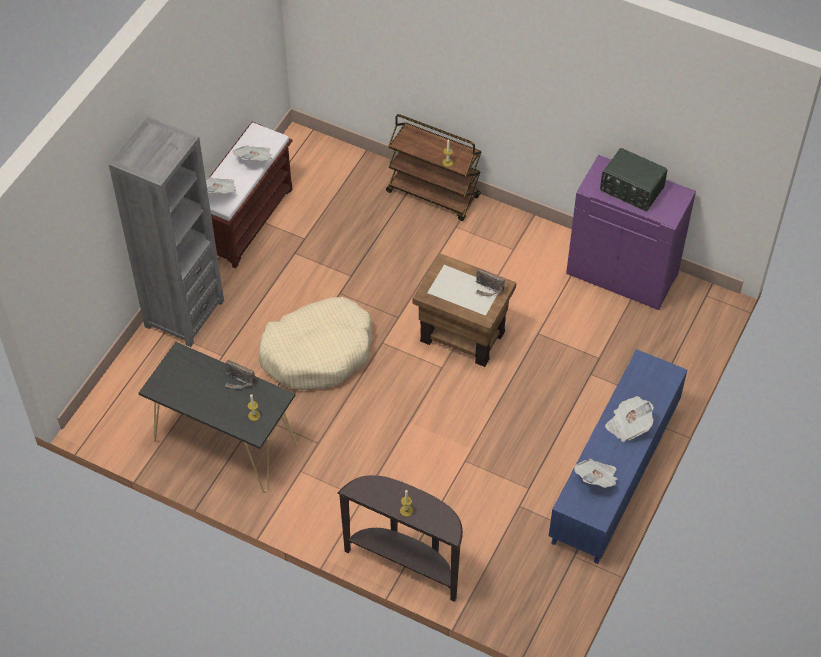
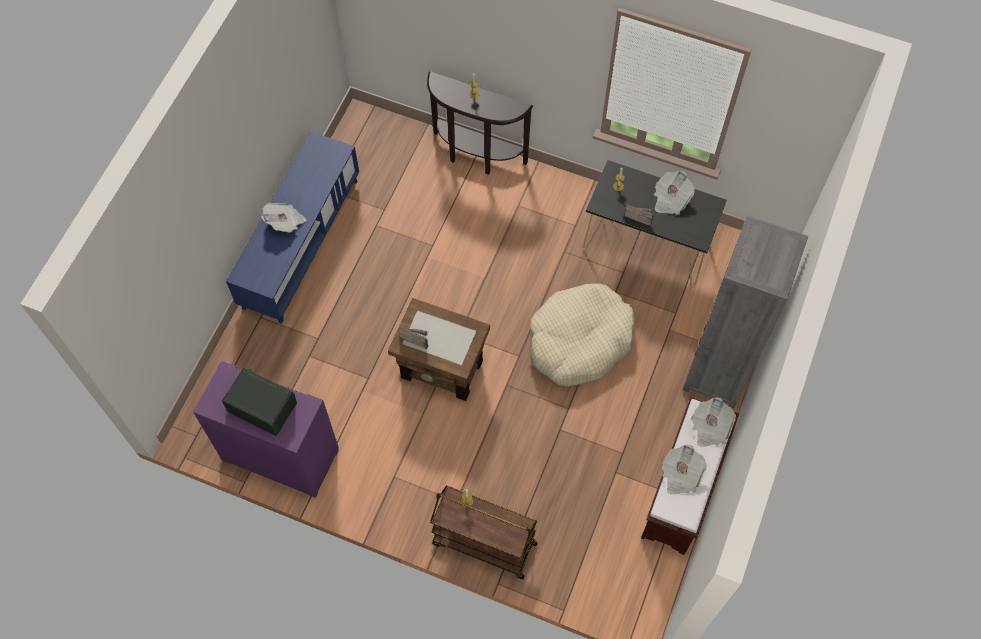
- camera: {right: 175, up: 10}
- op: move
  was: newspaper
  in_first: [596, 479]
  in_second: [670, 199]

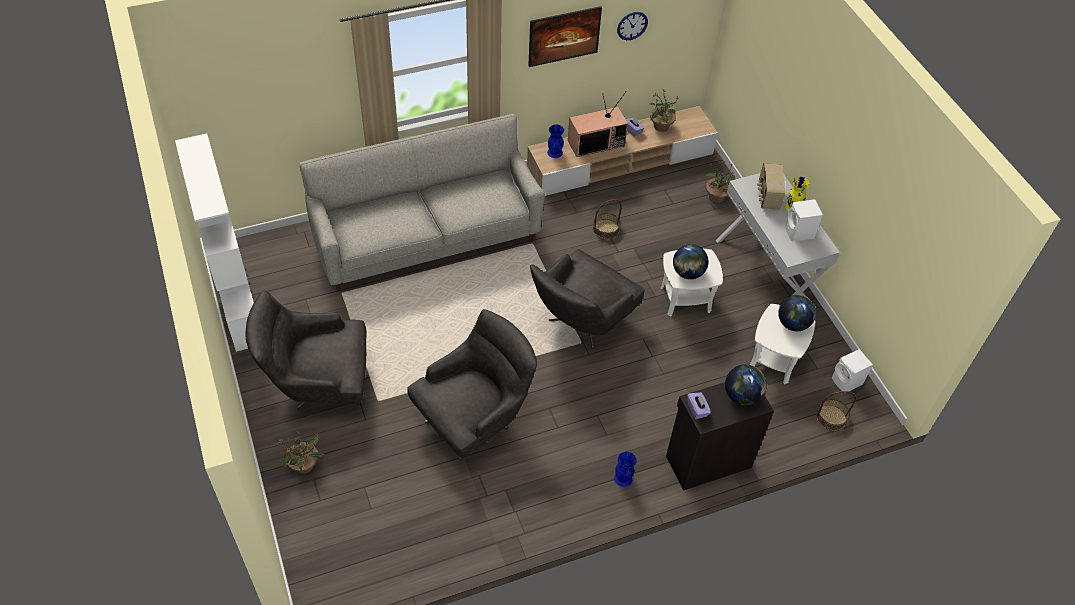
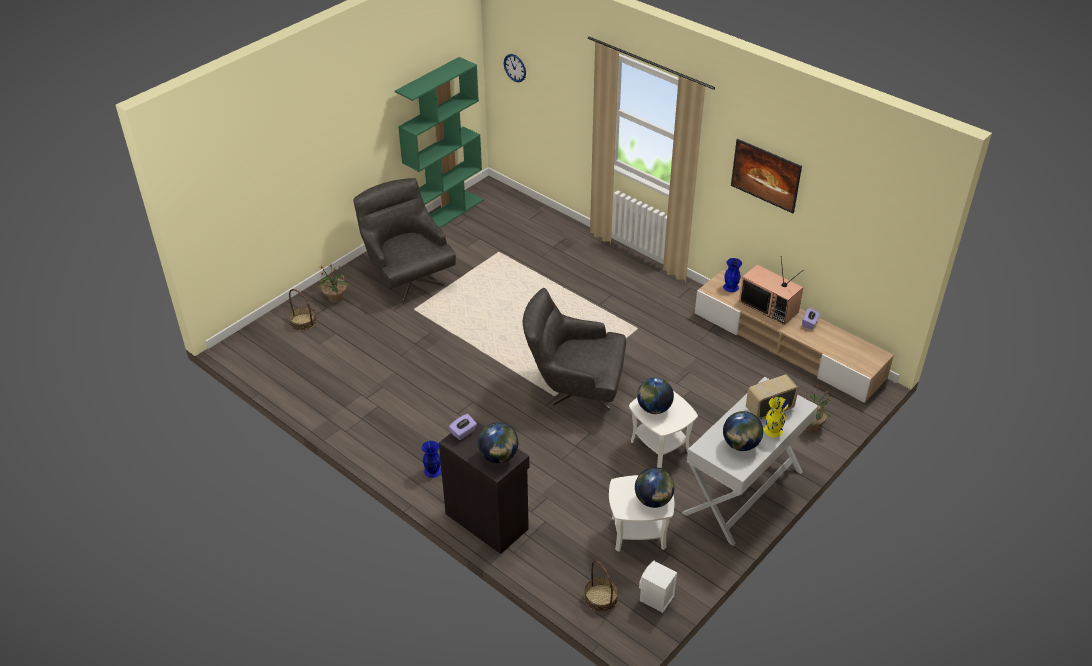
- camera: {right: 65, up: -10}
- op: delete
  was: grey settee
  in_first: [427, 238]
- op: delete
  was: grey lounge chair
  in_first: [474, 419]
- op: delete
  was: plant in a pot
  in_first: [660, 126]
- op: move
  was: basket
  in_first: [606, 229]
  in_second: [303, 322]
- op: move
  was: wall clock
  in_first: [632, 25]
  in_second: [515, 68]
- op: replace
  was: white-coloured loudspeaker
  now: globe
  in_first: [799, 233]
  in_second: [740, 444]
- op: recolor
  was: white-coloured bookcase
  now: greenish bookcase
  in_first: [239, 308]
  in_second: [446, 213]

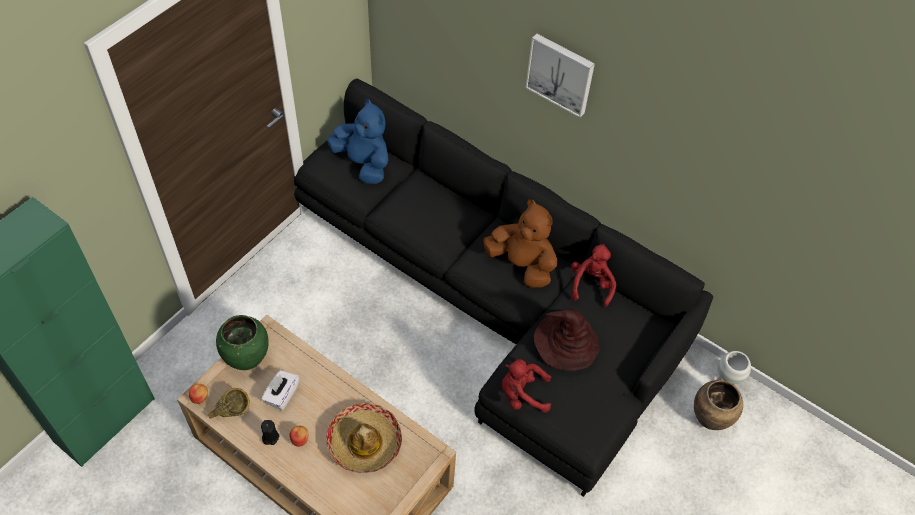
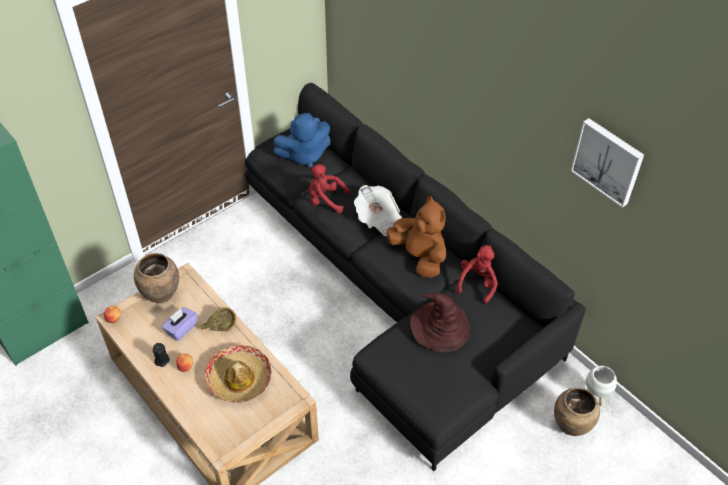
- camera: {right: 15, up: -5}
- op: insert
  now: newspaper
  in_second: [378, 219]
- op: move
  was: brown deep dish
  in_first: [230, 411]
  in_second: [219, 327]
- op: move
  was: reddish cuddly toy
  in_first: [522, 394]
  in_second: [326, 200]
- op: move
  was: wall art
  in_first: [561, 74]
  in_second: [608, 161]
- op: recolor
  was: greenish vase
  now: brown vase
  in_first: [246, 359]
  in_second: [161, 295]
- op: recolor
  was: white-coloured box of tissues
  now: purple box of tissues
  in_first: [282, 395]
  in_second: [181, 329]
- op: rotate
  was: blue cuddly toy
  in_first: [363, 164]
  in_second: [305, 155]
  clockwise: 105

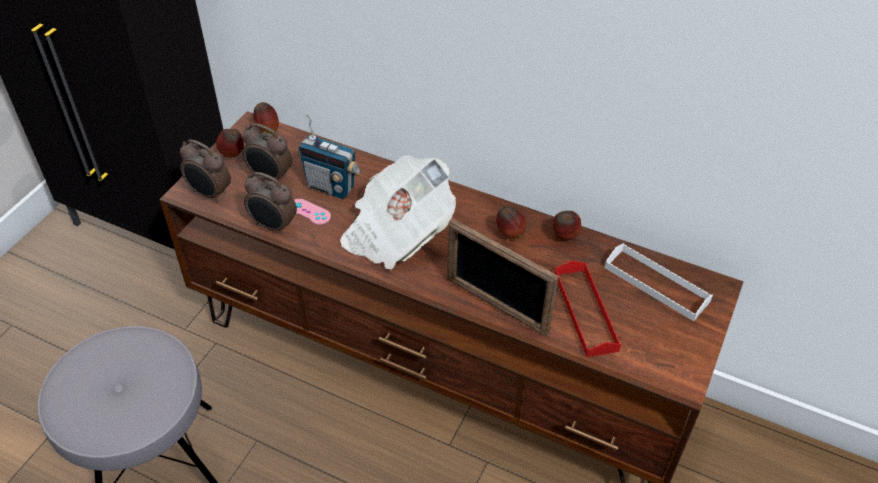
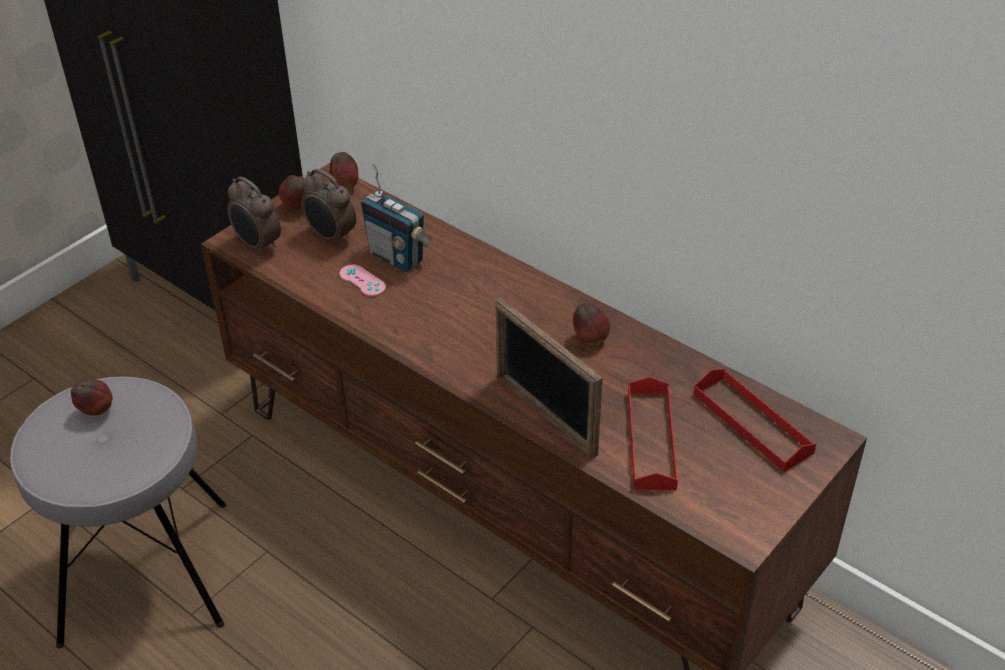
- camera: {right: 15, up: -5}
- op: delete
  was: table clock
  in_first: [273, 226]
- op: delete
  was: newspaper
  in_first: [397, 232]
- op: move
  was: apple fruit
  in_first: [564, 237]
  in_second: [96, 411]
- op: recolor
  was: white-coloured tray
  now: reddish tray
  in_first: [656, 284]
  in_second: [752, 423]

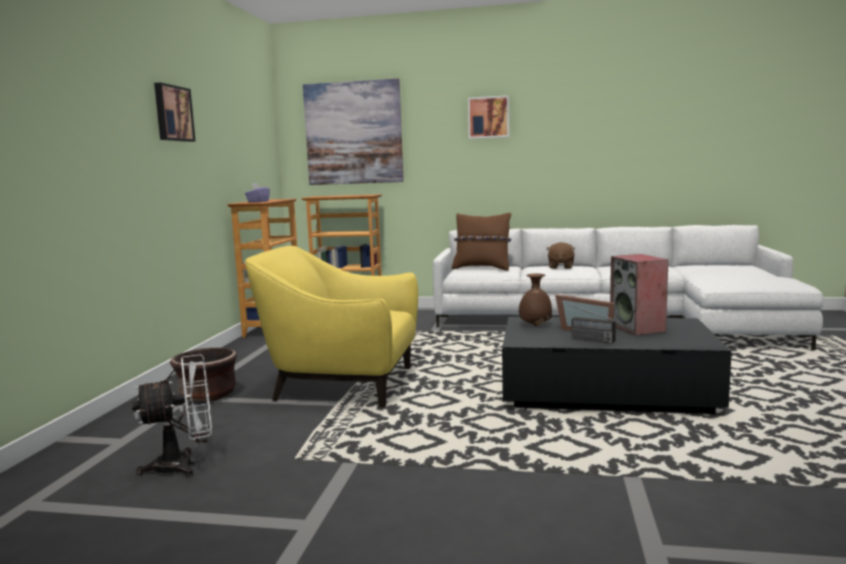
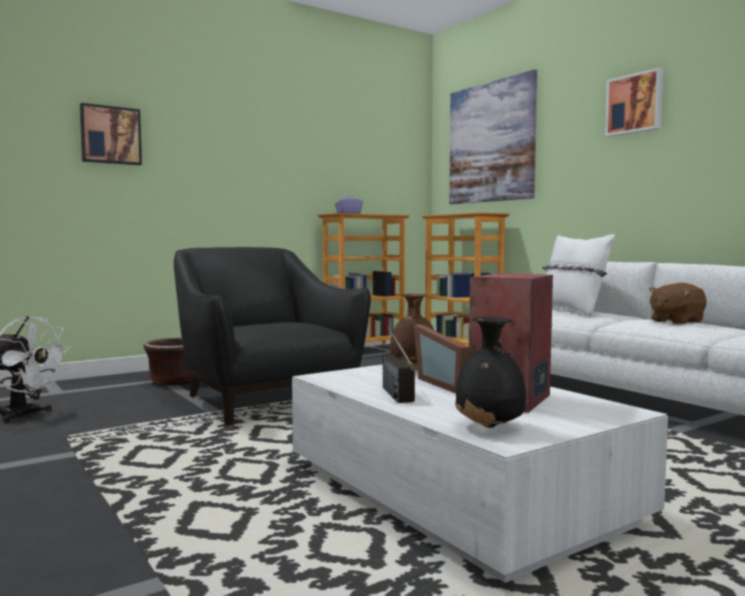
- camera: {right: 45, up: -5}
- op: insert
  now: black vase
  in_second: [490, 427]
- op: move
  was: wall art
  in_first: [172, 113]
  in_second: [110, 135]
- op: recolor
  was: yellow-coloured lounge chair
  now: black lounge chair
  in_first: [342, 384]
  in_second: [265, 401]
- op: recolor
  was: brown pillow
  now: white-coloured pillow
  in_first: [482, 268]
  in_second: [572, 311]
- op: recolor
  was: black lounge table
  now: white-coloured lounge table
  in_first: [606, 392]
  in_second: [456, 494]

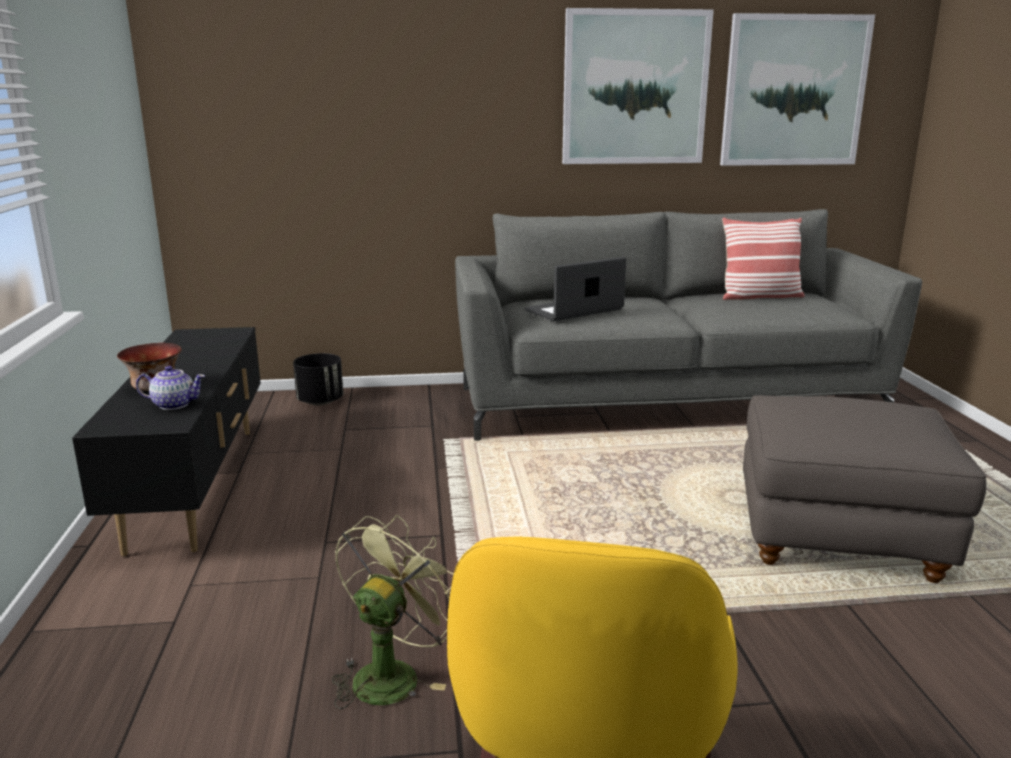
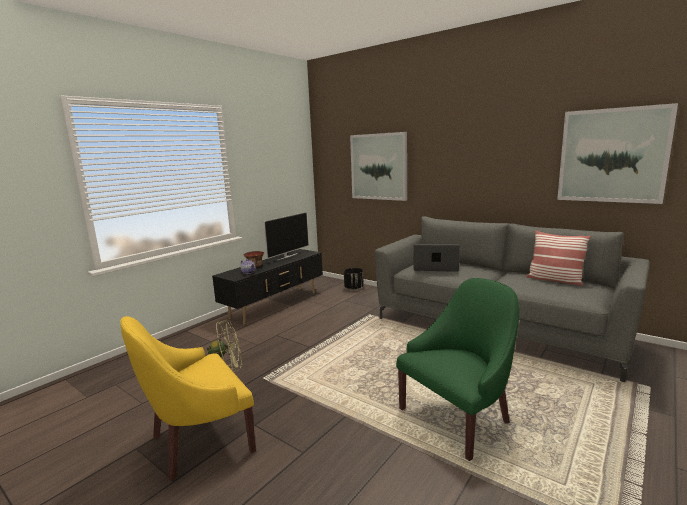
- camera: {right: 45, up: -5}
- op: insert
  now: TV set
  in_second: [287, 256]
- op: move
  was: wall art
  in_first: [635, 88]
  in_second: [378, 166]
- op: replace
  was: grey footrest
  now: greenish lounge chair
  in_first: [839, 537]
  in_second: [458, 417]

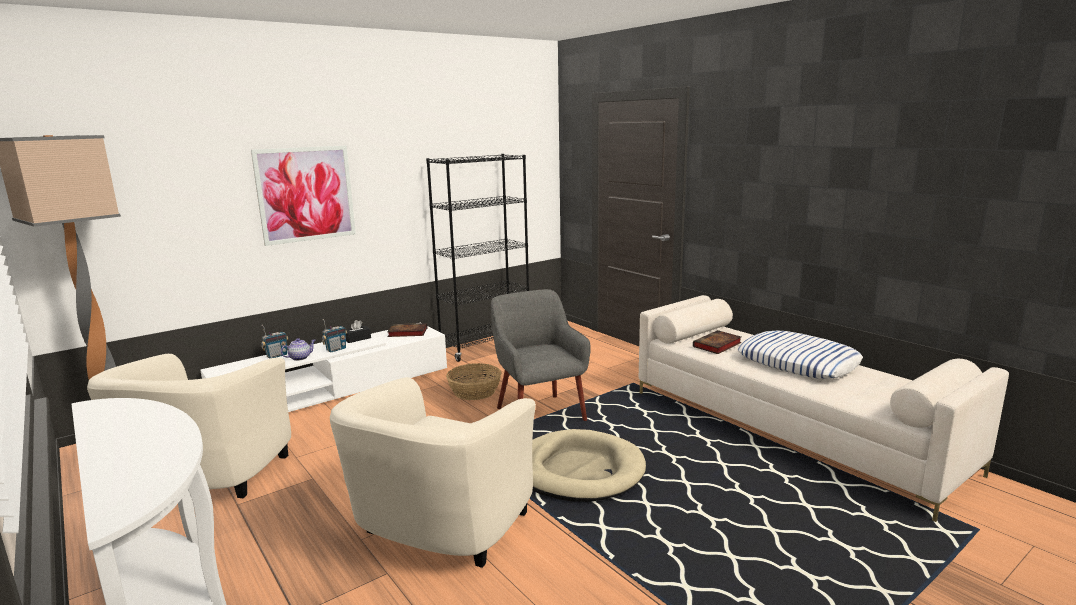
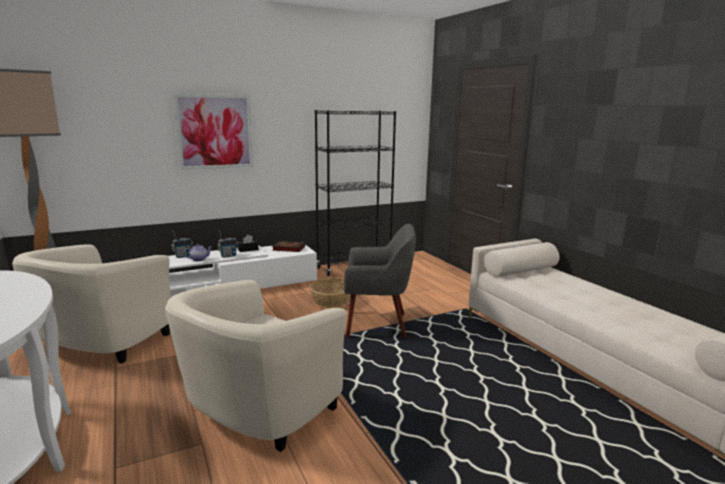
- camera: {right: 10, up: 0}
- op: delete
  was: beige-coloured dog cushion
  in_first: [578, 471]
- op: delete
  was: bound book
  in_first: [717, 345]
- op: delete
  was: pillow
  in_first: [798, 363]
- op: rotate
  was: grey lounge chair
  in_first: [539, 414]
  in_second: [377, 325]
  clockwise: 105

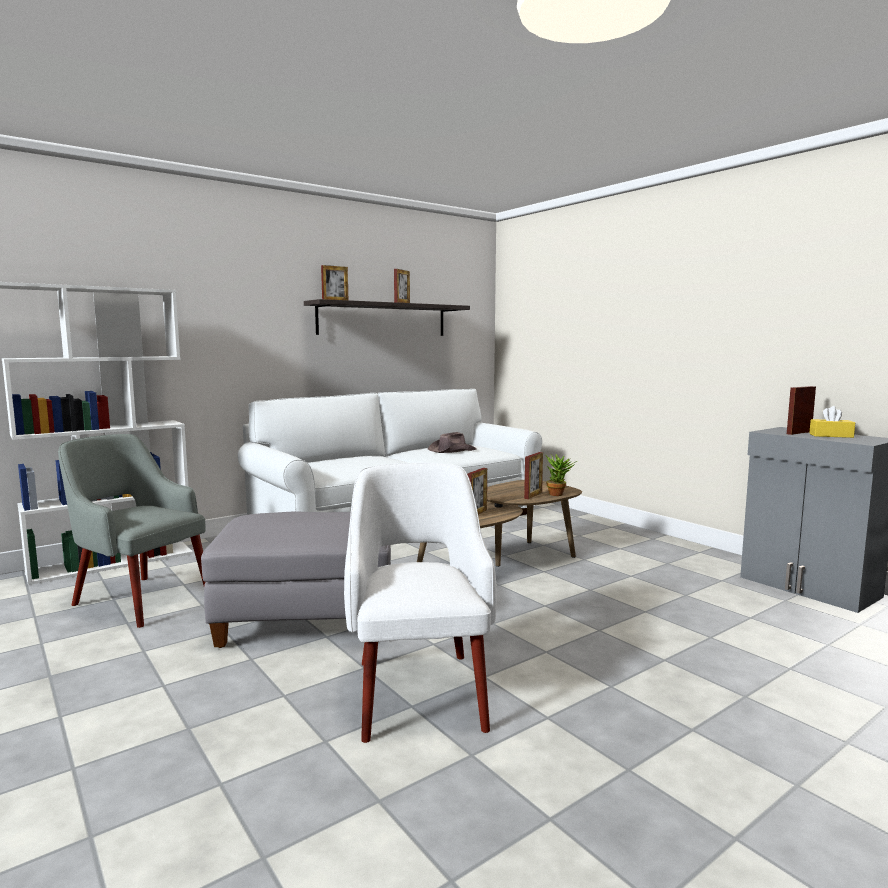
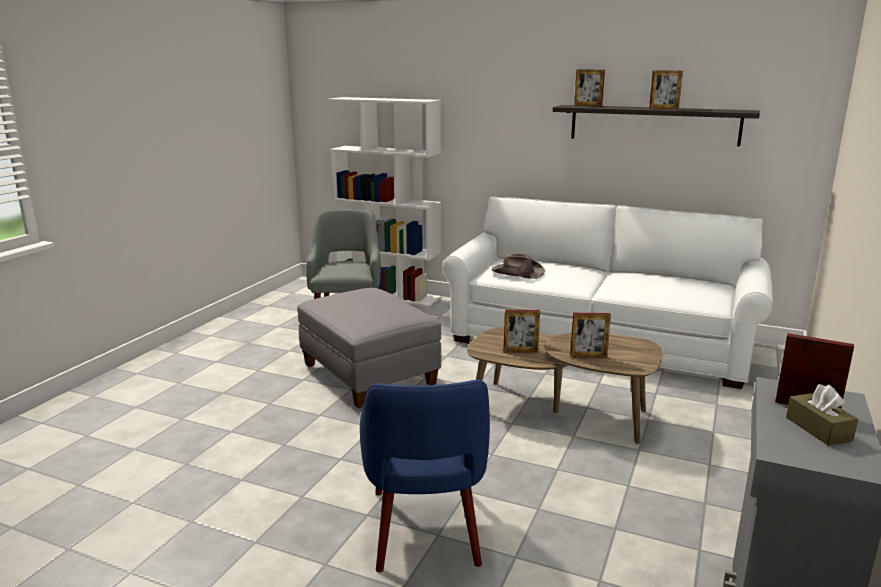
- camera: {right: 60, up: 10}
- op: delete
  was: white-coloured lounge chair
  in_first: [419, 690]
- op: delete
  was: plant in a pot
  in_first: [559, 494]
- op: insert
  now: blue lounge chair
  in_second: [425, 530]
- op: move
  was: brown clothing hat
  in_first: [451, 450]
  in_second: [517, 272]
- op: recolor
  was: yellow-coloured box of tissues
  now: brown box of tissues
  in_first: [831, 435]
  in_second: [818, 429]

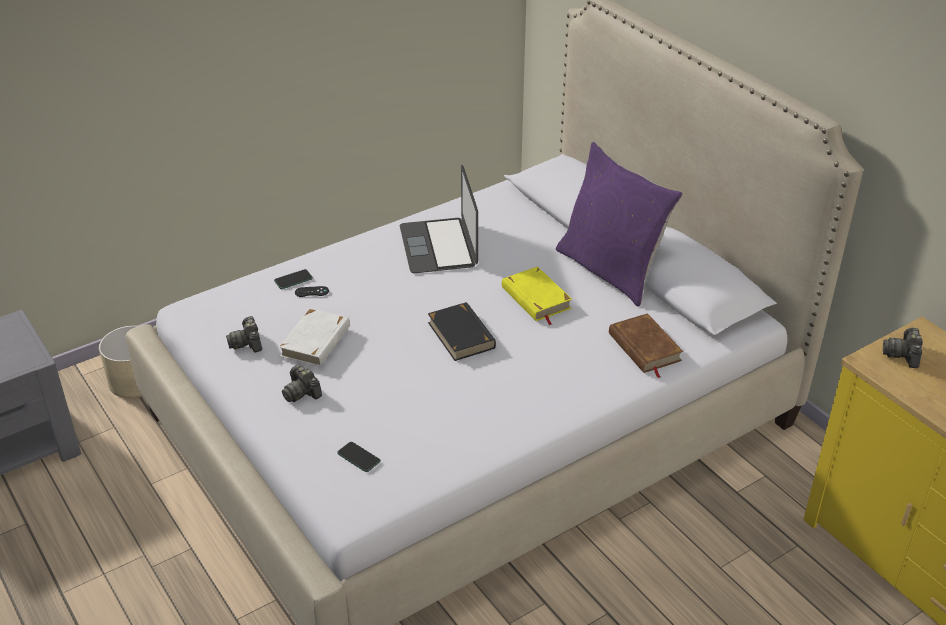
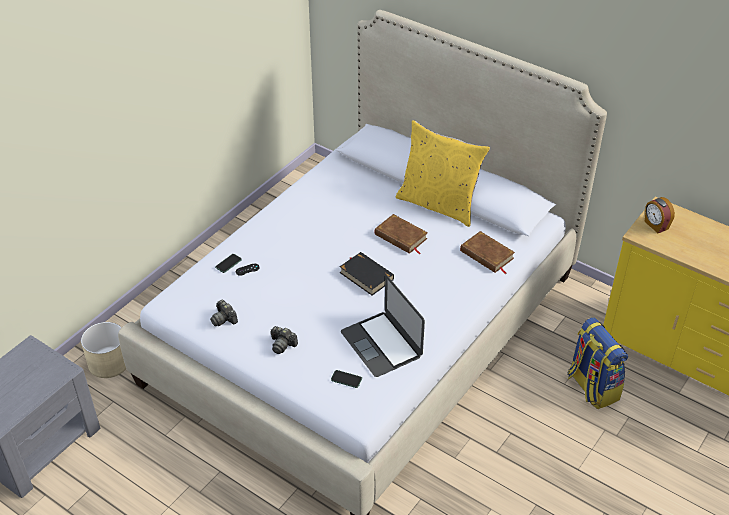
- camera: {right: -20, up: 5}
- op: delete
  was: white-coloured bound book
  in_first: [316, 341]
- op: insert
  now: backpack
  in_second: [591, 387]
- op: move
  was: laptop
  in_first: [438, 246]
  in_second: [381, 344]
- op: replace
  was: photo camera
  now: table clock
  in_first: [903, 355]
  in_second: [655, 225]
- op: recolor
  was: yellow-coloured bound book
  now: brown bound book
  in_first: [536, 298]
  in_second: [400, 237]
- op: recolor
  was: purple pillow
  now: yellow-coloured pillow
  in_first: [611, 270]
  in_second: [439, 204]

